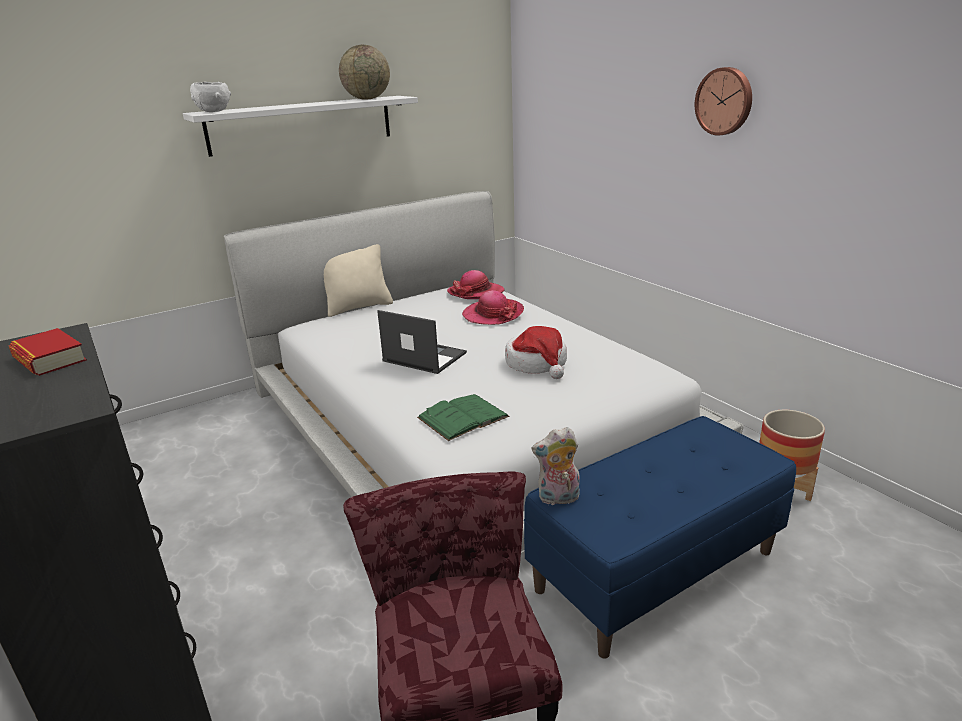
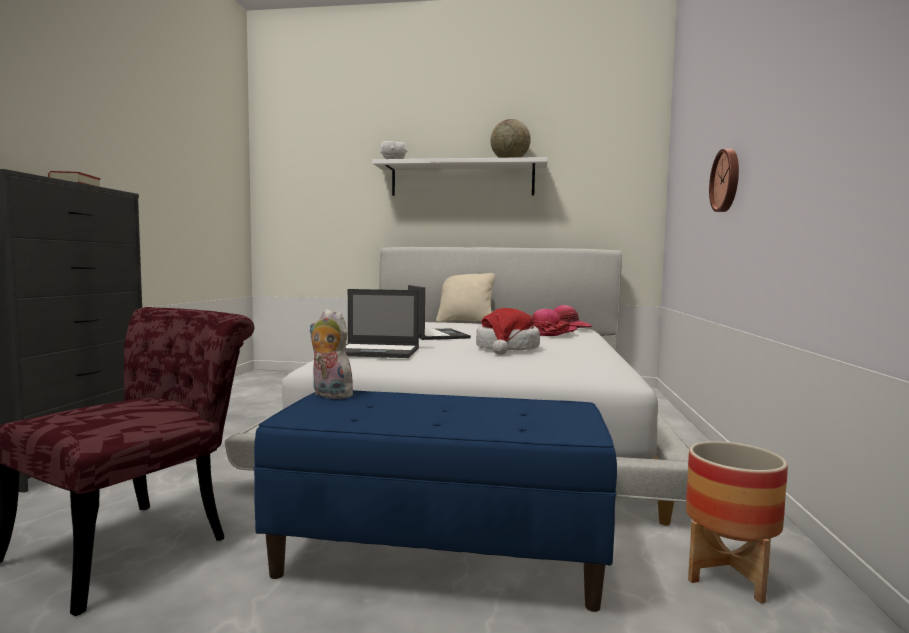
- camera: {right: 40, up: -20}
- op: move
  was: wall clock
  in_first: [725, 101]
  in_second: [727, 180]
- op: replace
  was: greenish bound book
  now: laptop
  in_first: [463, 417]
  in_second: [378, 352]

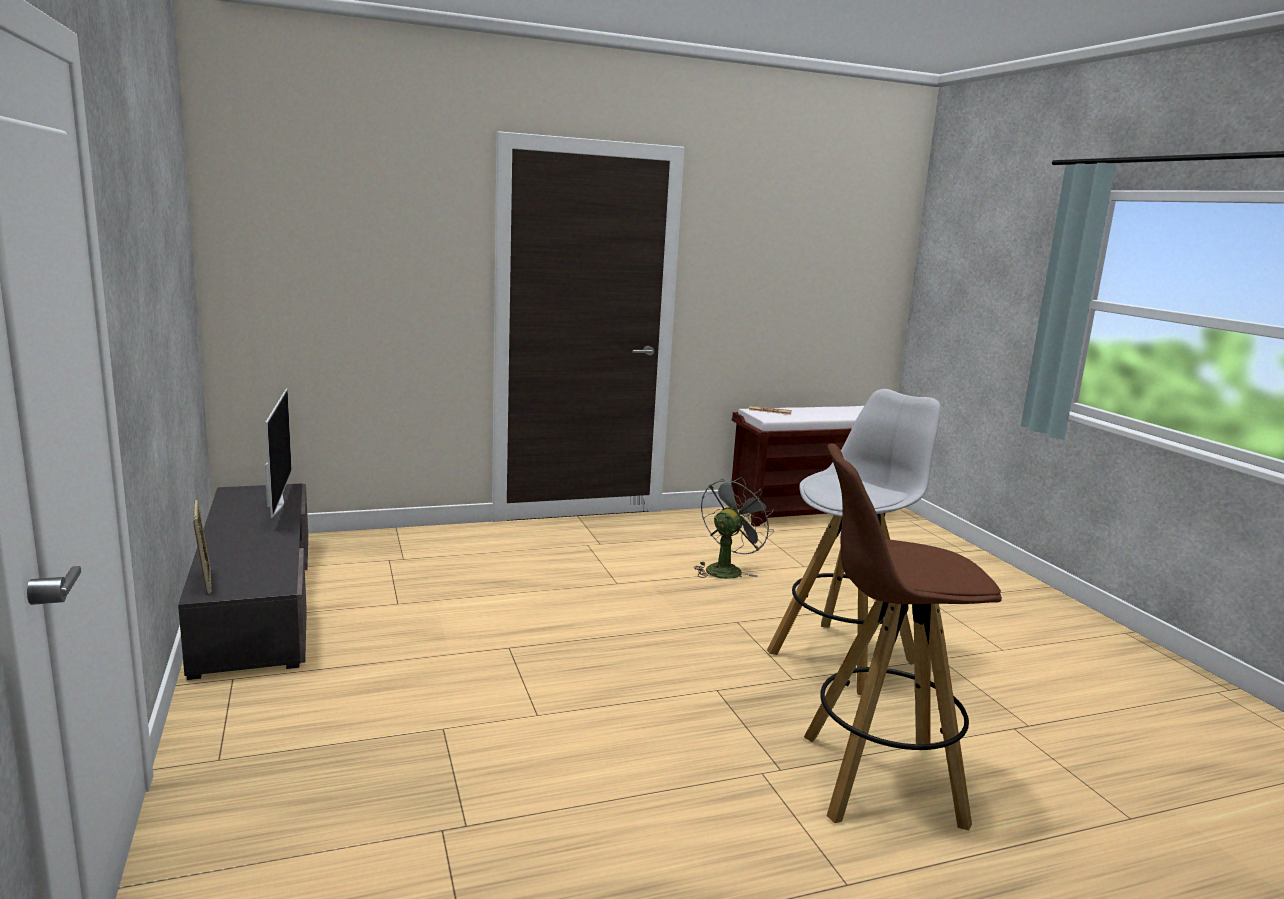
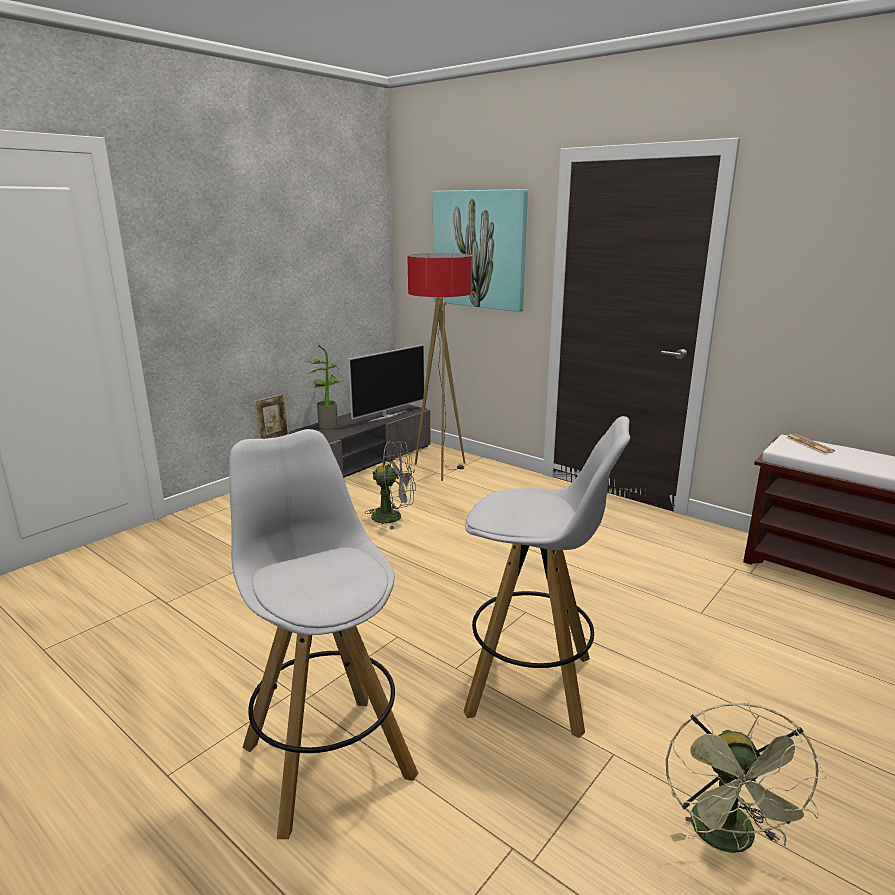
- camera: {right: 60, up: 5}
- op: insert
  now: plant in a pot
  in_second: [327, 425]
- op: insert
  now: standard lamp
  in_second: [441, 469]
- op: insert
  now: wall art
  in_second: [479, 249]
- op: insert
  now: greenish cooling fan
  in_second: [728, 840]
- op: move
  was: grey cooling fan
  in_first: [726, 569]
  in_second: [394, 517]
- op: recolor
  was: brown stool
  now: white-coloured stool
  in_first: [877, 779]
  in_second: [327, 759]

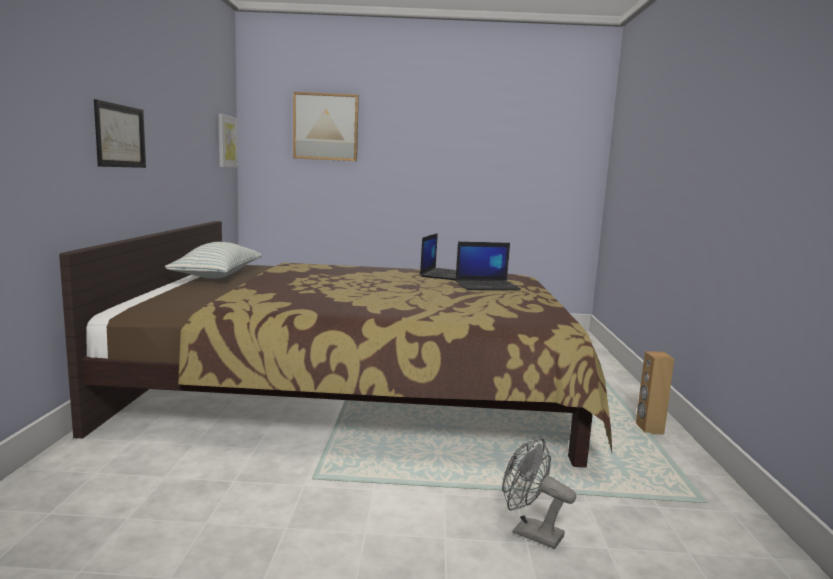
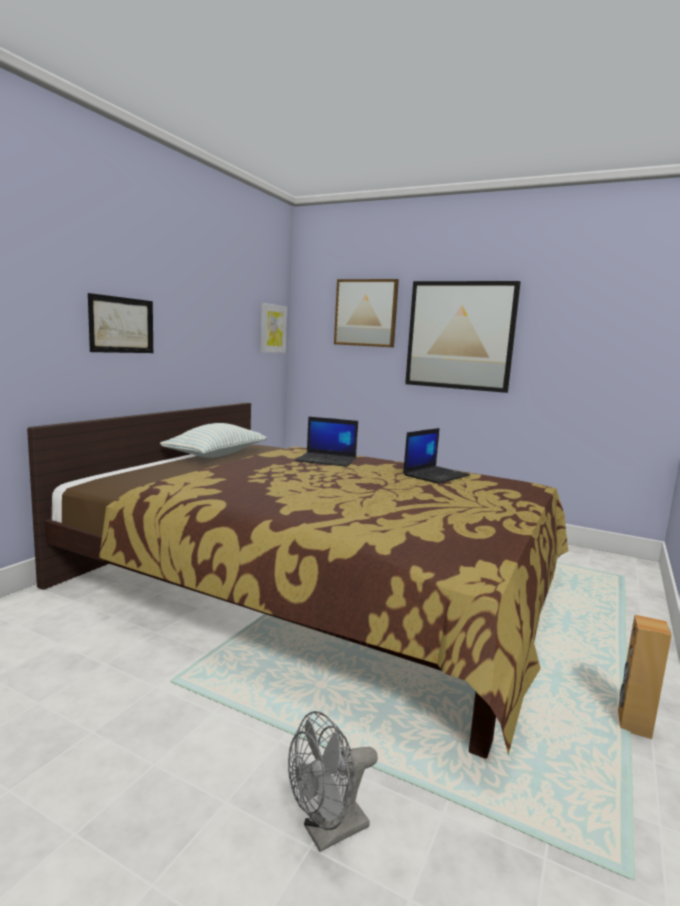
- camera: {right: 25, up: 0}
- op: insert
  now: wall art
  in_second: [460, 335]
- op: move
  was: laptop
  in_first: [487, 286]
  in_second: [327, 460]
- op: rotate
  was: grey cooling fan
  in_first: [530, 532]
  in_second: [327, 832]
  clockwise: -90

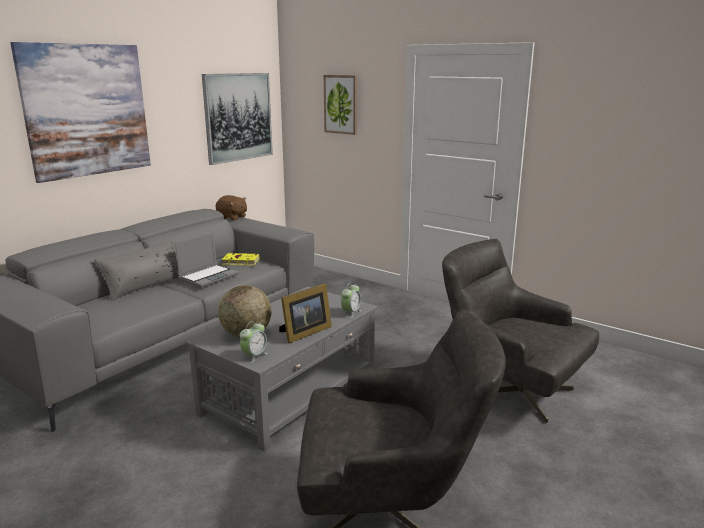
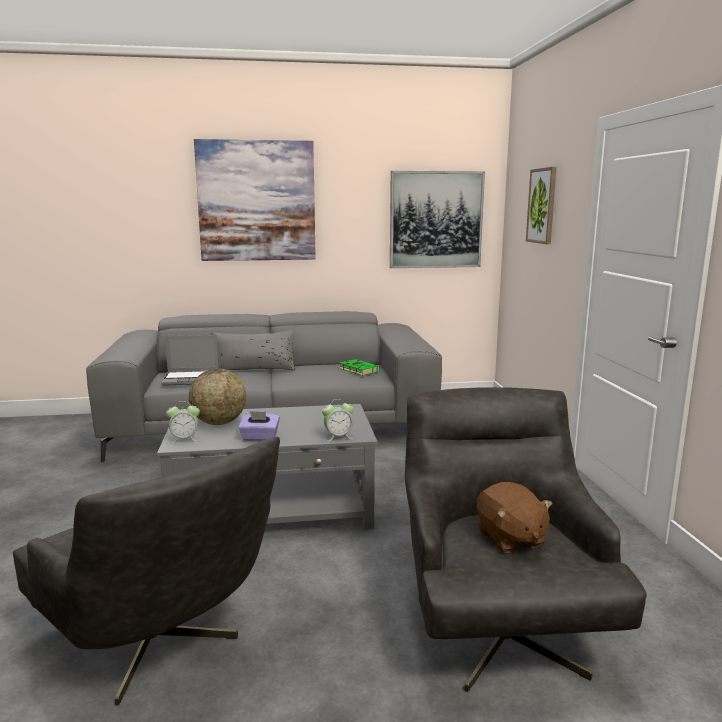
- camera: {right: 45, up: -5}
- op: move
  was: laptop
  in_first: [209, 276]
  in_second: [192, 379]
- op: move
  was: brown cuddly toy
  in_first: [232, 217]
  in_second: [510, 538]
- op: replace
  was: picture frame
  now: purple box of tissues
  in_first: [304, 333]
  in_second: [259, 438]
- op: recolor
  was: yellow-coloured bound book
  now: greenish bound book
  in_first: [239, 262]
  in_second: [358, 370]

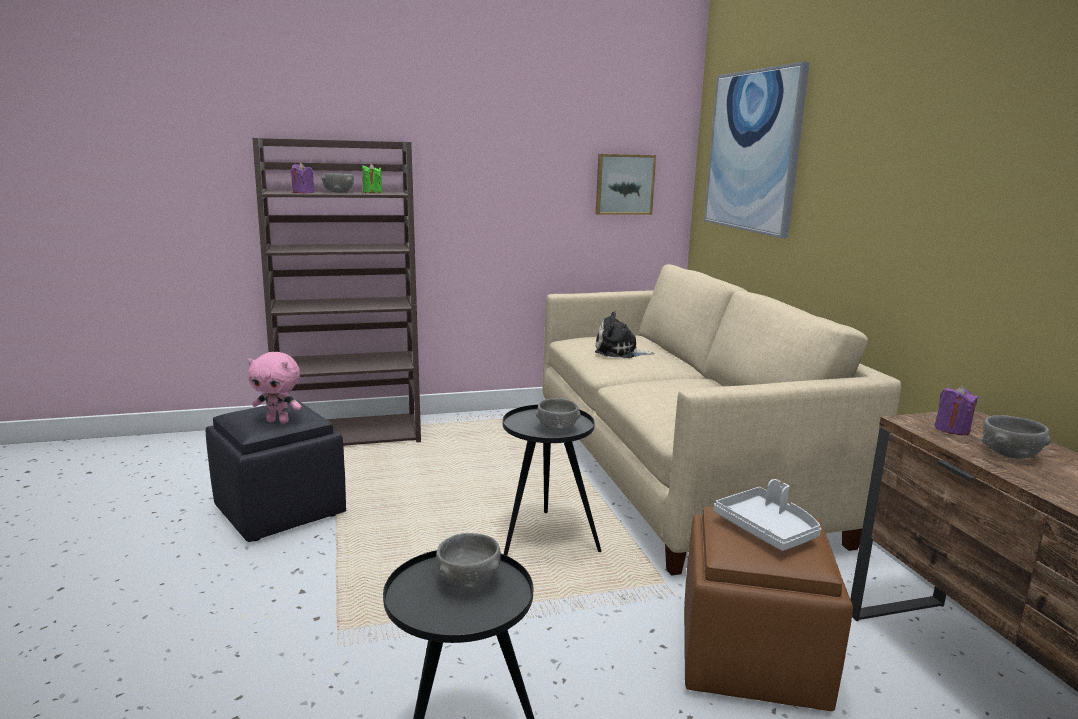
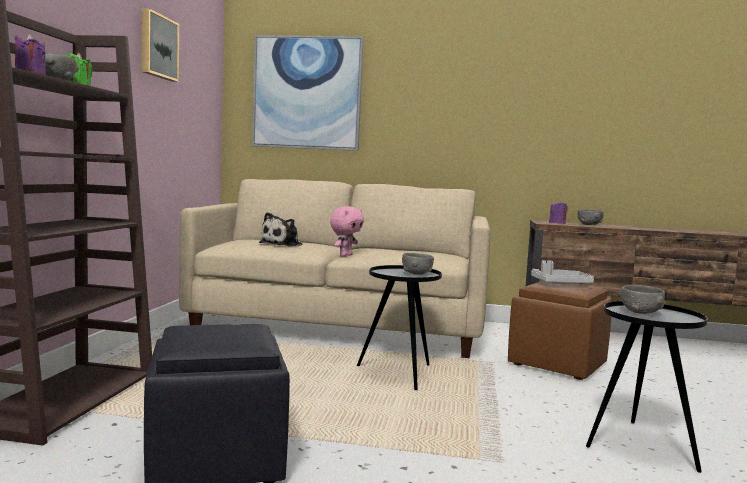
- camera: {right: -65, up: -10}
- op: move
  was: pink cuddly toy
  in_first: [278, 421]
  in_second: [345, 255]
- op: move
  was: wall art
  in_first: [624, 184]
  in_second: [157, 46]

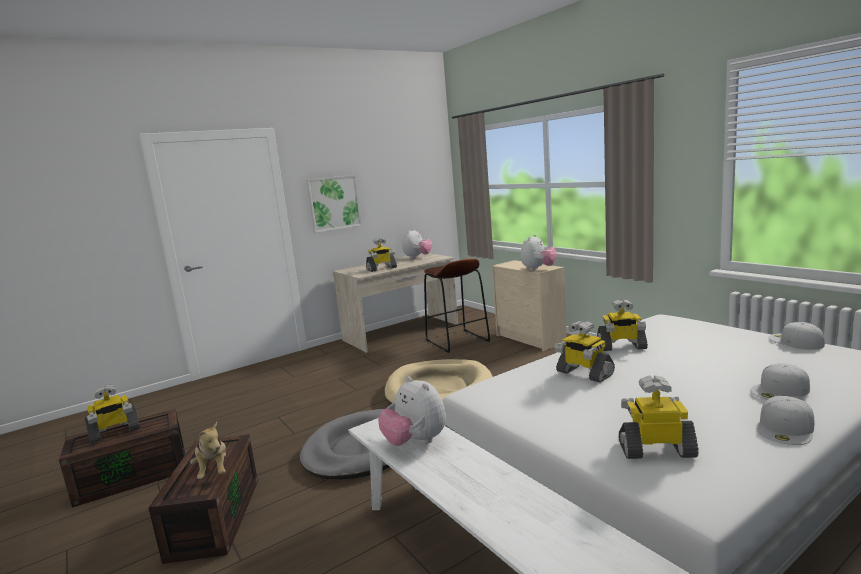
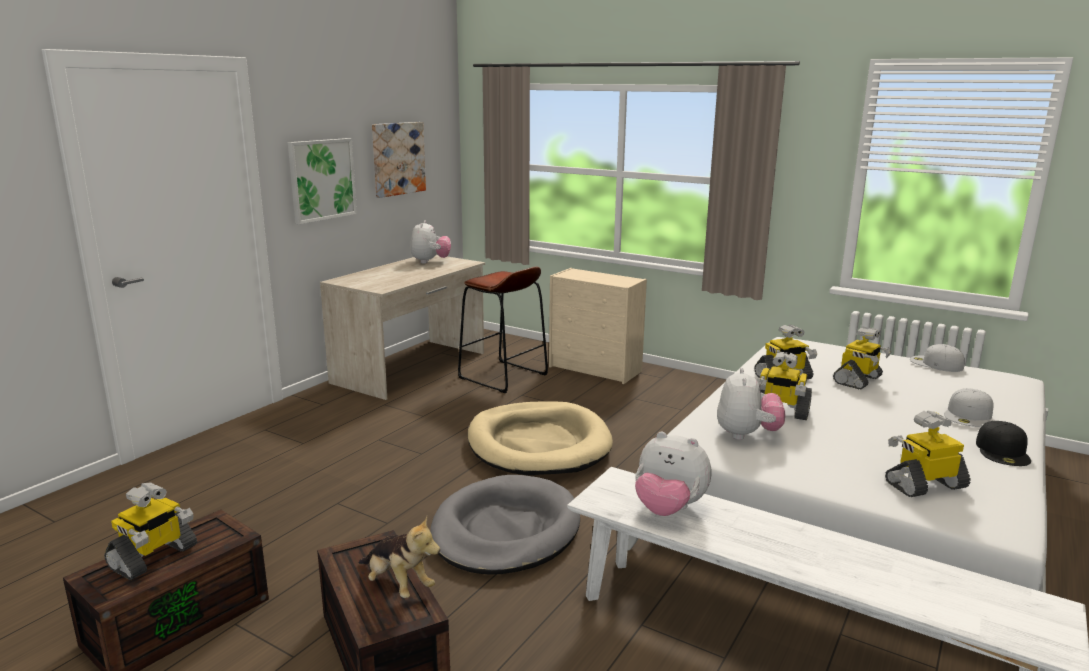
- camera: {right: -25, up: 5}
- op: insert
  now: wall art
  in_second: [398, 158]
- op: move
  was: model robot
  in_first: [381, 269]
  in_second: [858, 380]
- op: move
  was: cuddly toy
  in_first: [538, 269]
  in_second: [747, 435]
- op: recolor
  was: white-coloured baseball cap
  now: black baseball cap
  in_first: [786, 428]
  in_second: [1003, 451]

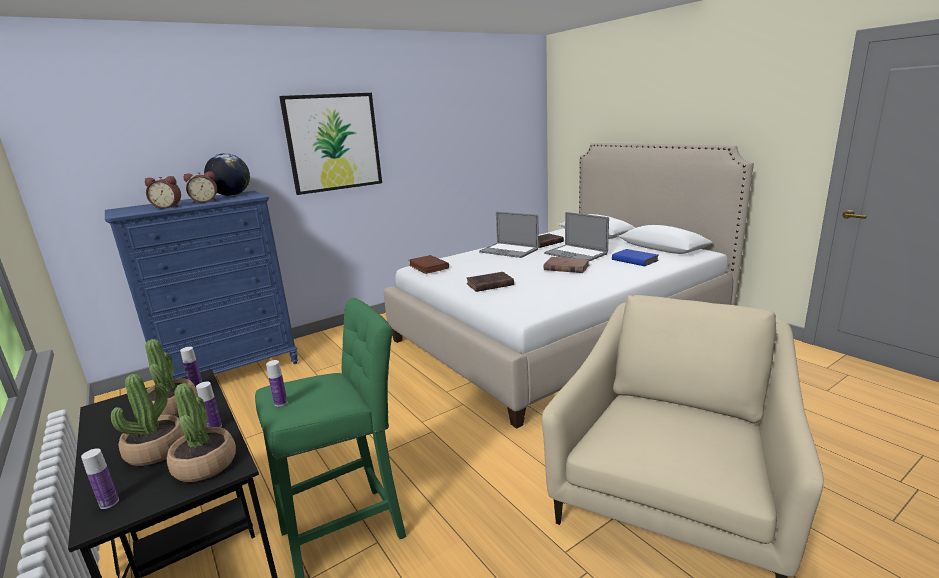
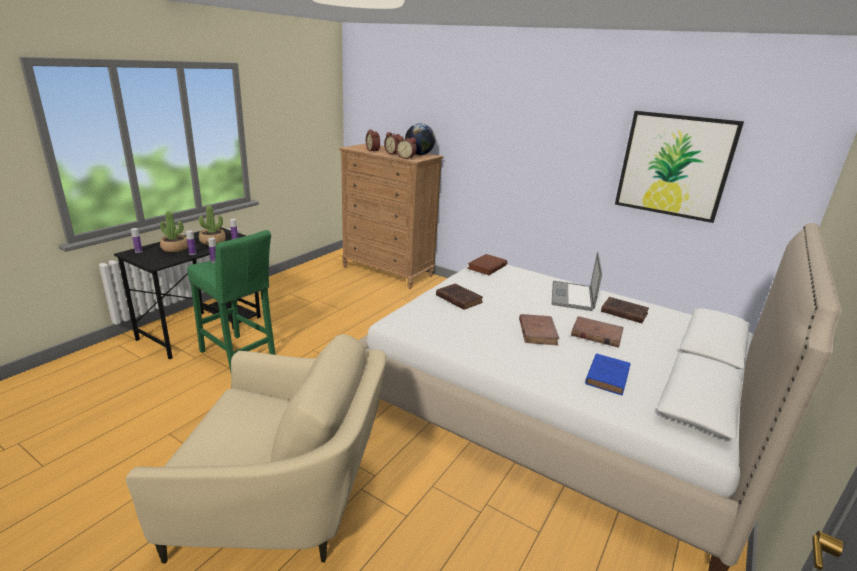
- camera: {right: 65, up: 5}
- op: delete
  was: plant in a pot
  in_first: [205, 464]
- op: insert
  now: table clock
  in_second: [406, 158]
- op: move
  was: wall art
  in_first: [333, 142]
  in_second: [674, 165]
- op: replace
  was: laptop
  now: brown bound book
  in_first: [575, 254]
  in_second: [596, 334]
- op: recolor
  was: blue drawer chest
  now: brown drawer chest
  in_first: [230, 371]
  in_second: [388, 271]

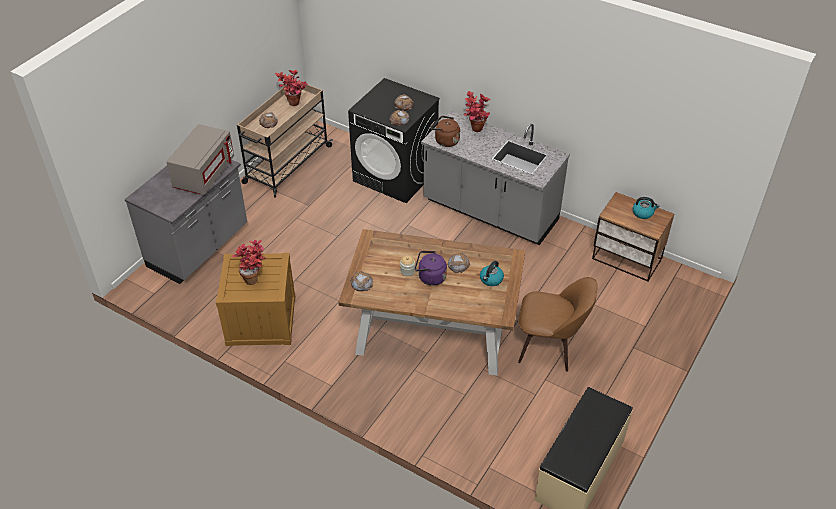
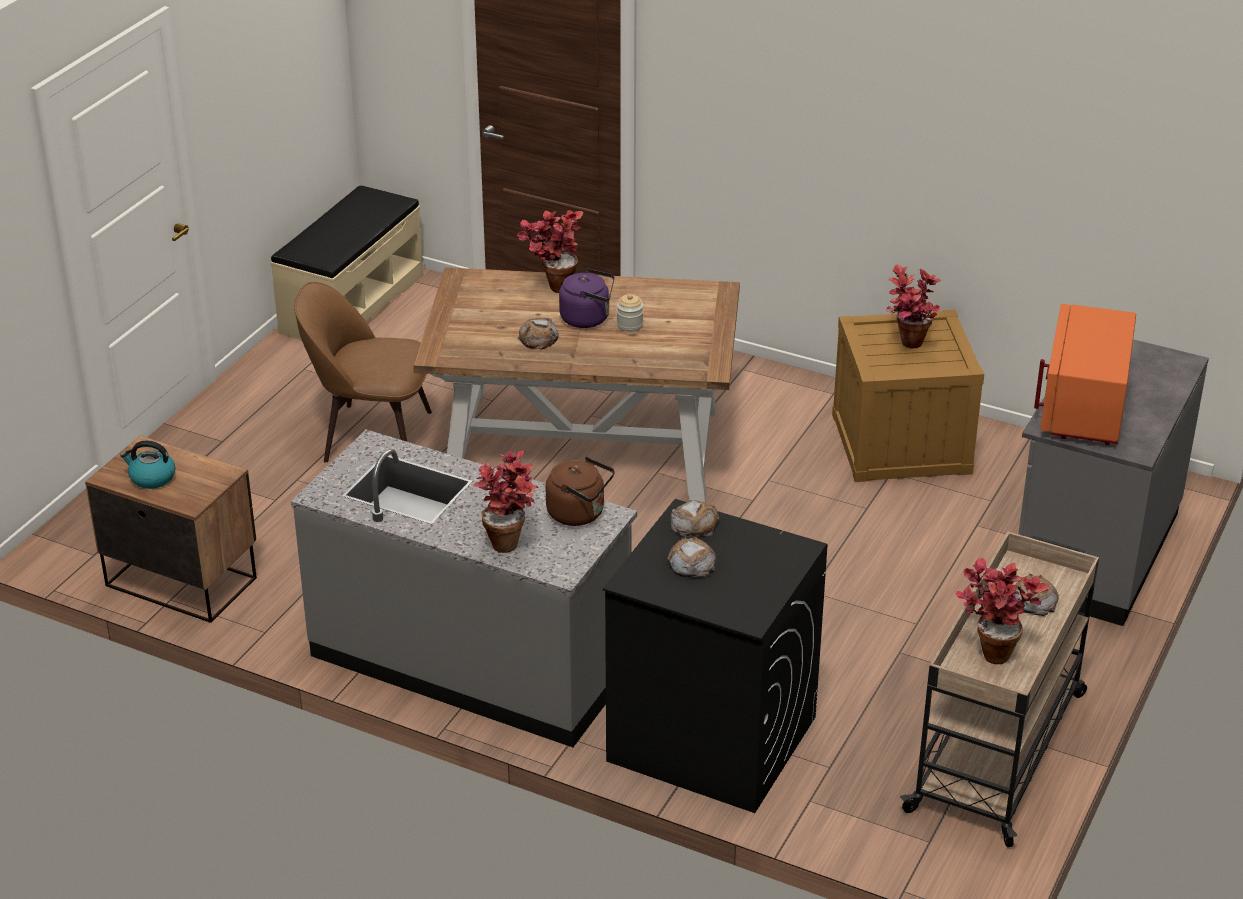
- camera: {right: 175, up: -10}
- op: delete
  was: bakery bread
  in_first: [361, 283]
- op: delete
  was: water kettle
  in_first: [491, 279]
- op: insert
  now: plant in a pot
  in_second: [552, 286]
- op: recolor
  was: grey microwave oven
  now: orange microwave oven
  in_first: [204, 174]
  in_second: [1084, 407]

